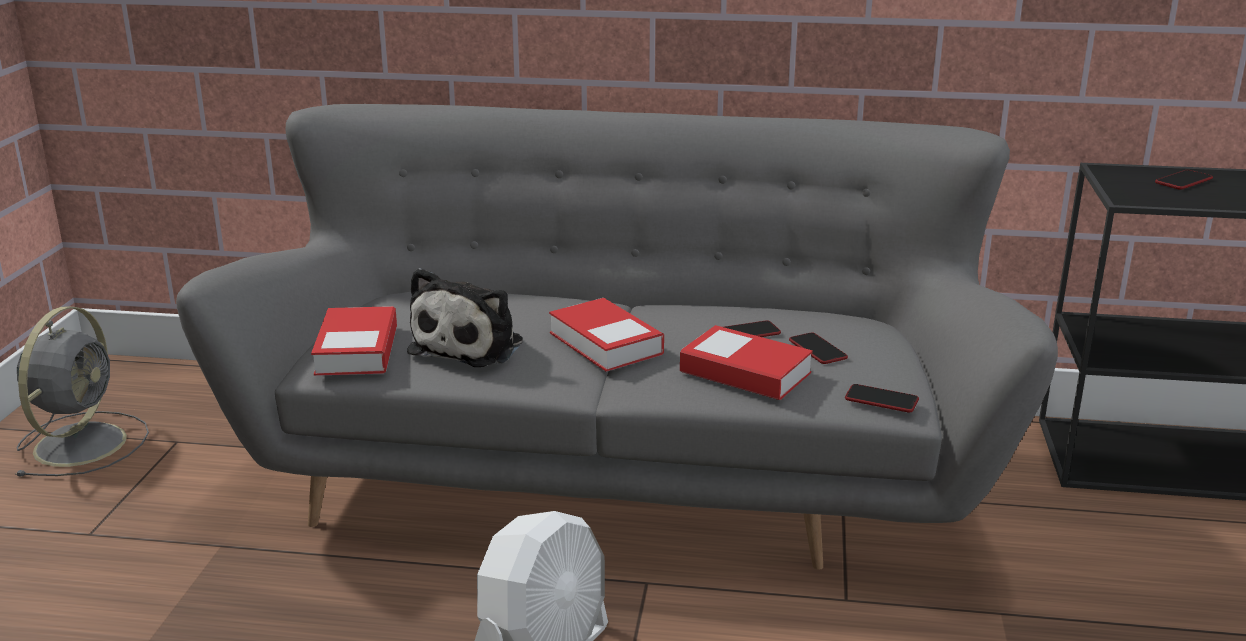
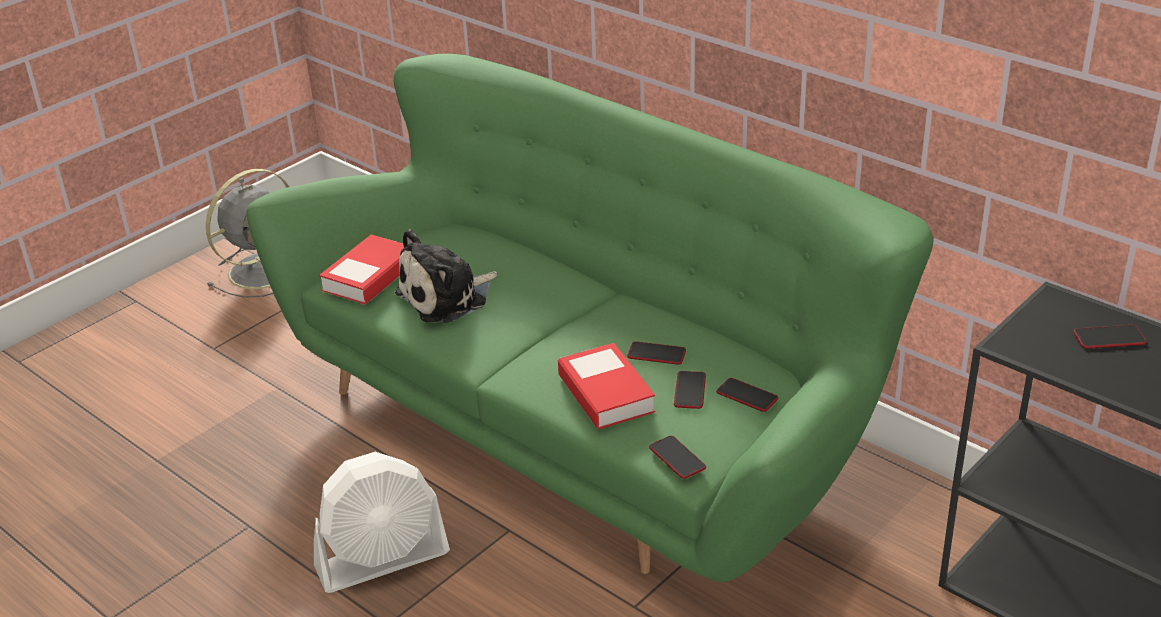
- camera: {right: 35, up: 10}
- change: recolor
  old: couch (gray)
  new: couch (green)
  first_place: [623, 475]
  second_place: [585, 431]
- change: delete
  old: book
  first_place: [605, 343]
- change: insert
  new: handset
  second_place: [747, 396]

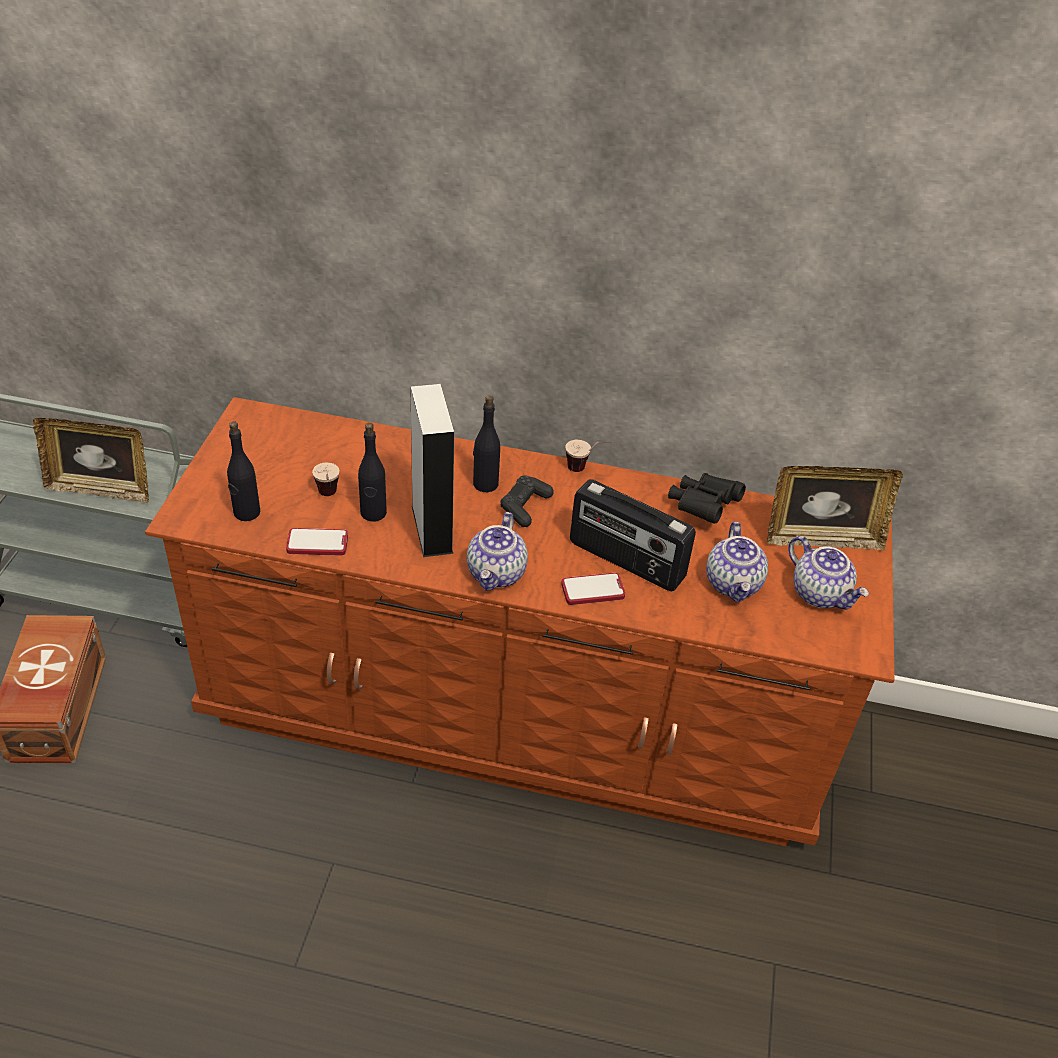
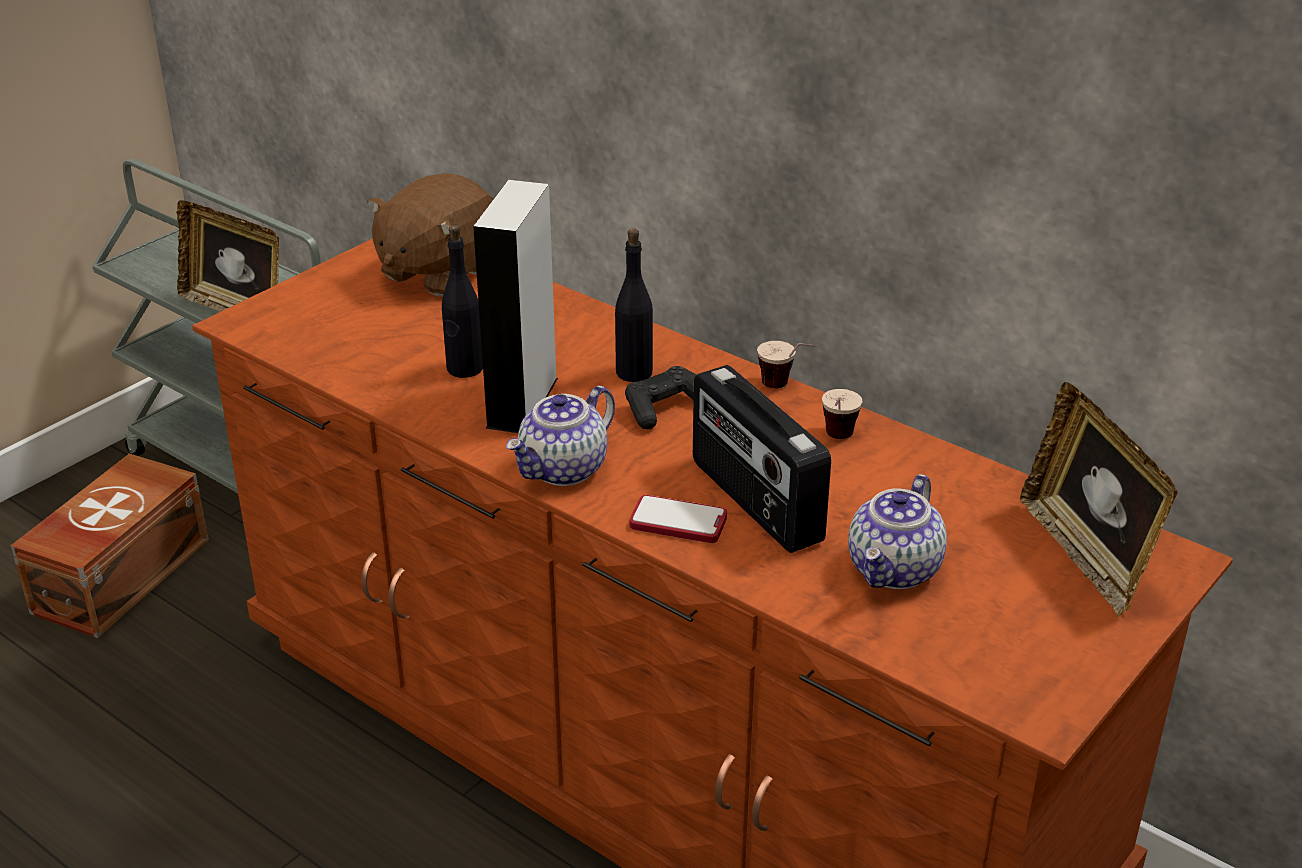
- camera: {right: 30, up: -10}
- change: delete
  old: bottle (black)
  first_place: [246, 512]
- change: move
  old: cup
  first_place: [328, 498]
  second_place: [837, 441]
- change: rotate
  old: standing frame
  first_place: [822, 539]
  second_place: [1086, 554]
  degrees: 45
- change: delete
  old: pair of binoculars (black)
  first_place: [703, 507]
- change: delete
  old: handset
  first_place: [317, 543]
- change: delete
  old: teapot
  first_place: [820, 593]
- change: insert
  new: cuddly toy (brown-coloured)
  second_place: [438, 272]

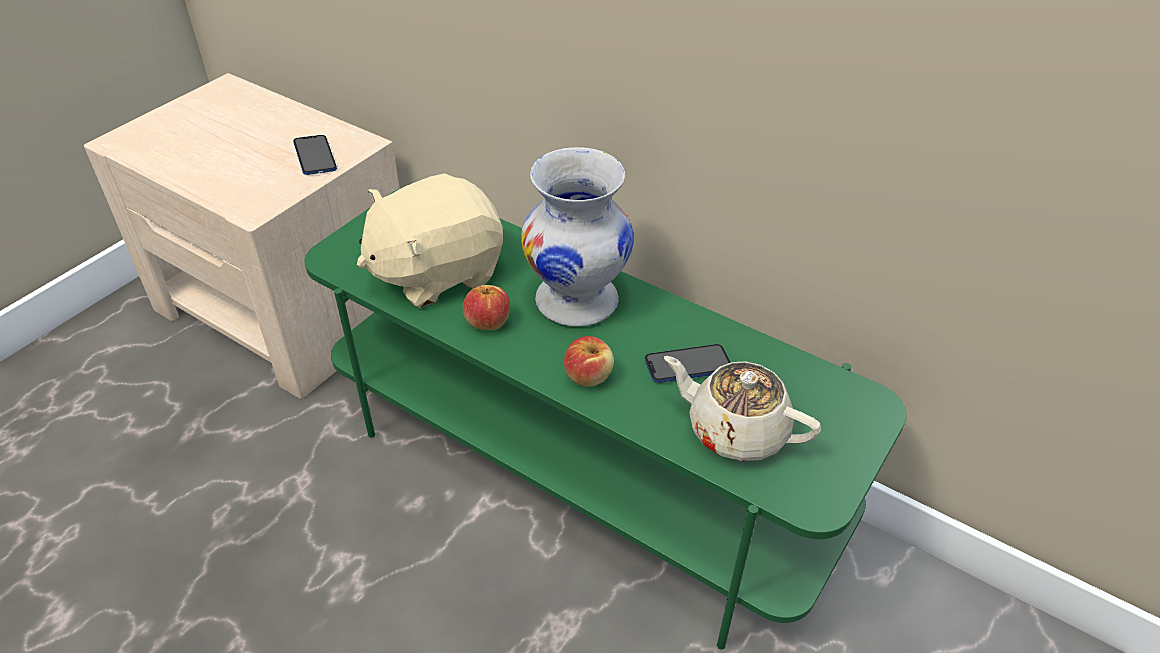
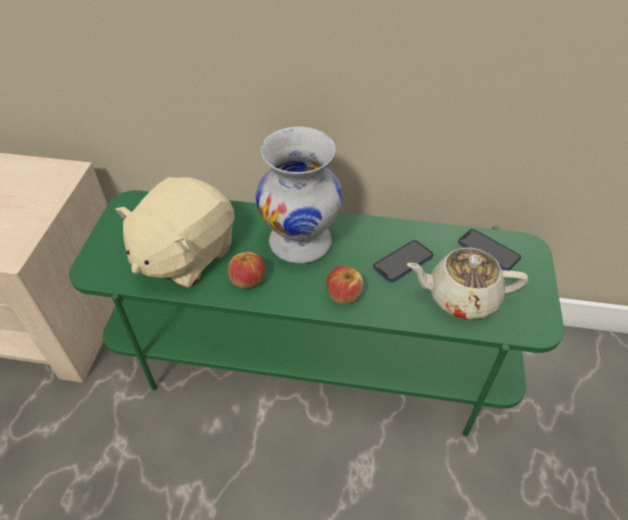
- camera: {right: -25, up: 5}
- change: move
  old: handset
  first_place: [315, 156]
  second_place: [488, 251]

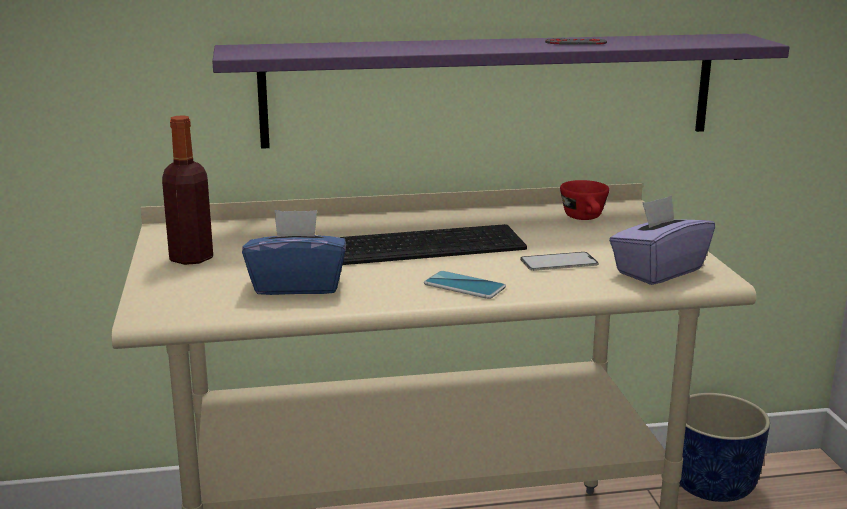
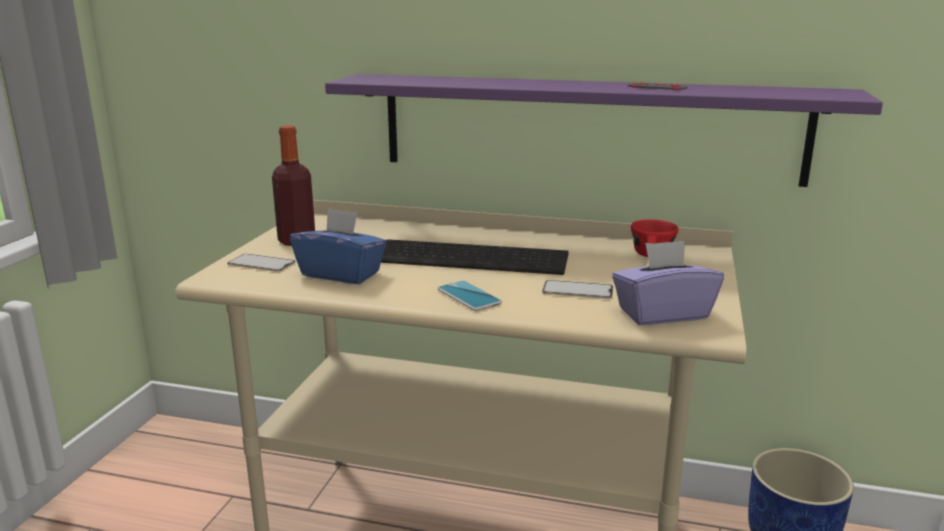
- camera: {right: 25, up: 0}
- change: insert
  new: handset
  second_place: [261, 263]

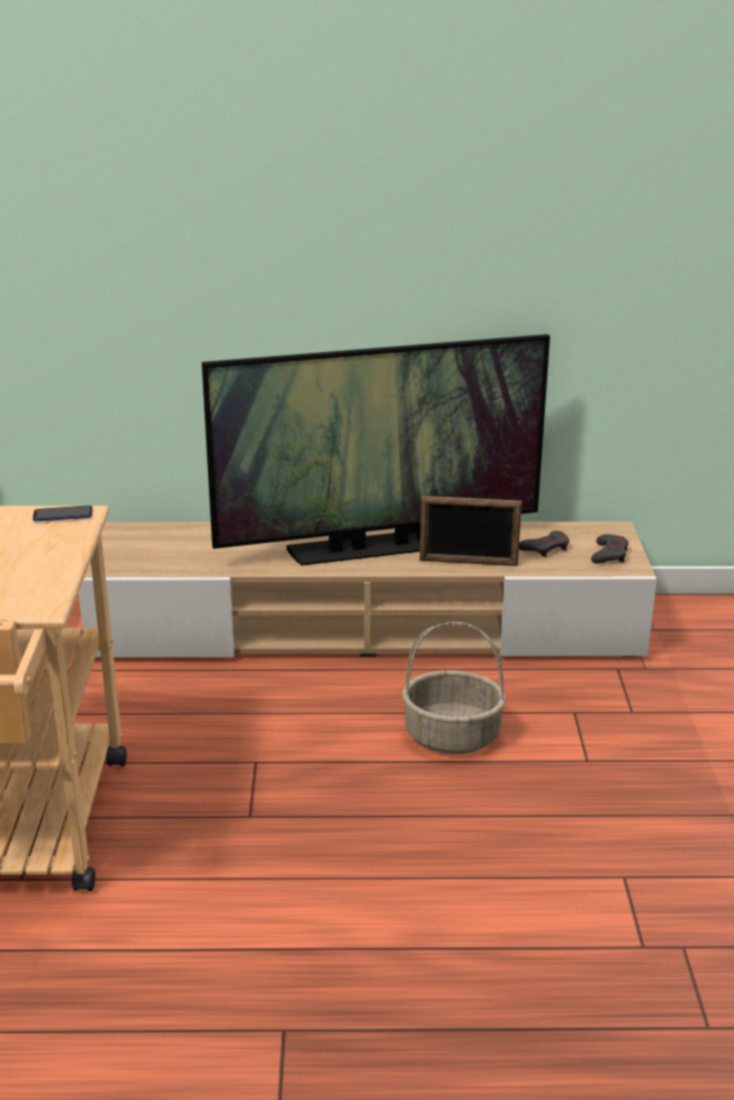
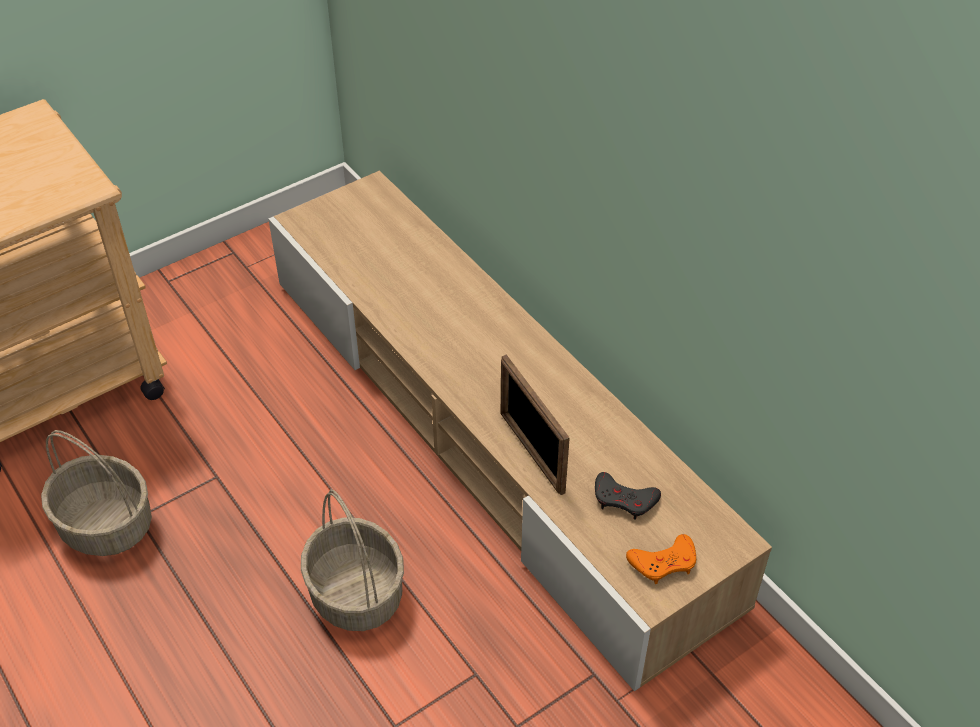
- camera: {right: 55, up: 20}
- change: delete
  old: TV
  first_place: [377, 548]
- change: delete
  old: handset
  first_place: [63, 515]
- change: recolor
  old: game controller (gray)
  new: game controller (orange)
  first_place: [609, 554]
  second_place: [664, 562]
- change: insert
  new: storage basket
  second_place: [107, 525]

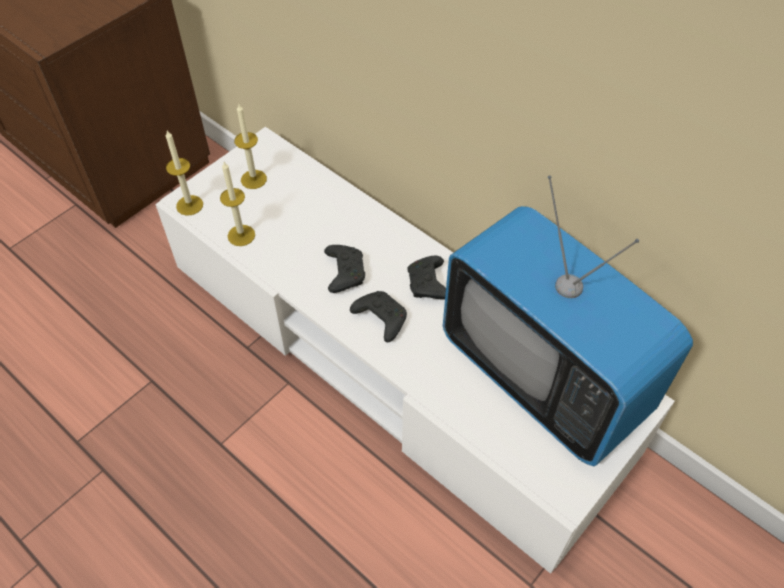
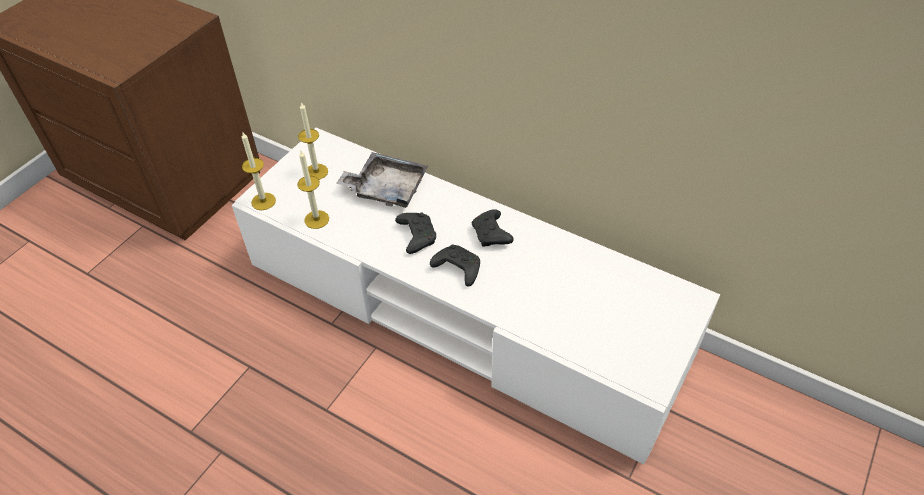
- camera: {right: -10, up: -5}
- change: delete
  old: TV
  first_place: [543, 376]
- change: insert
  new: serving tray (gray)
  second_place: [386, 188]

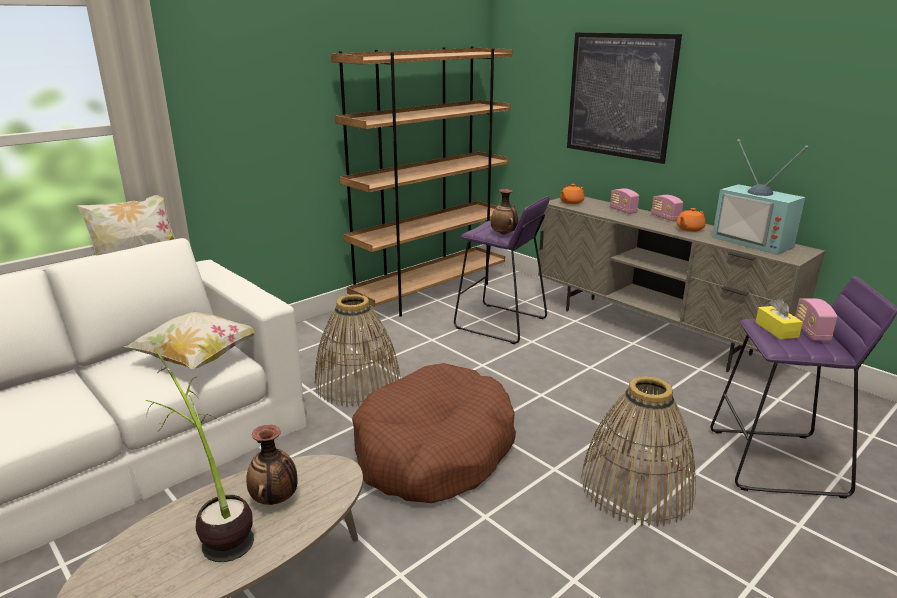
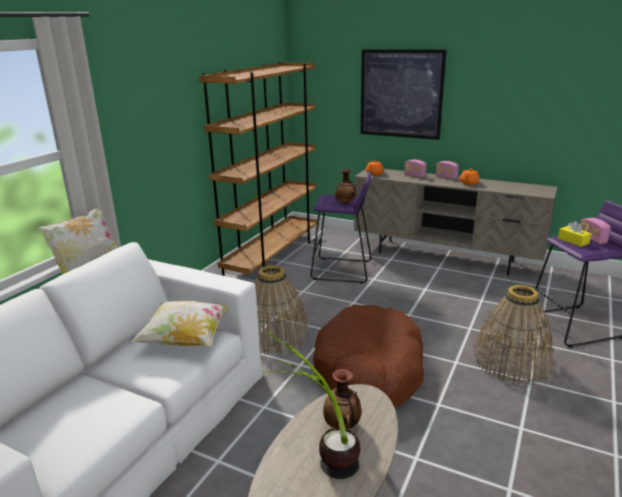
- camera: {right: -20, up: 0}
- change: delete
  old: TV
  first_place: [755, 241]

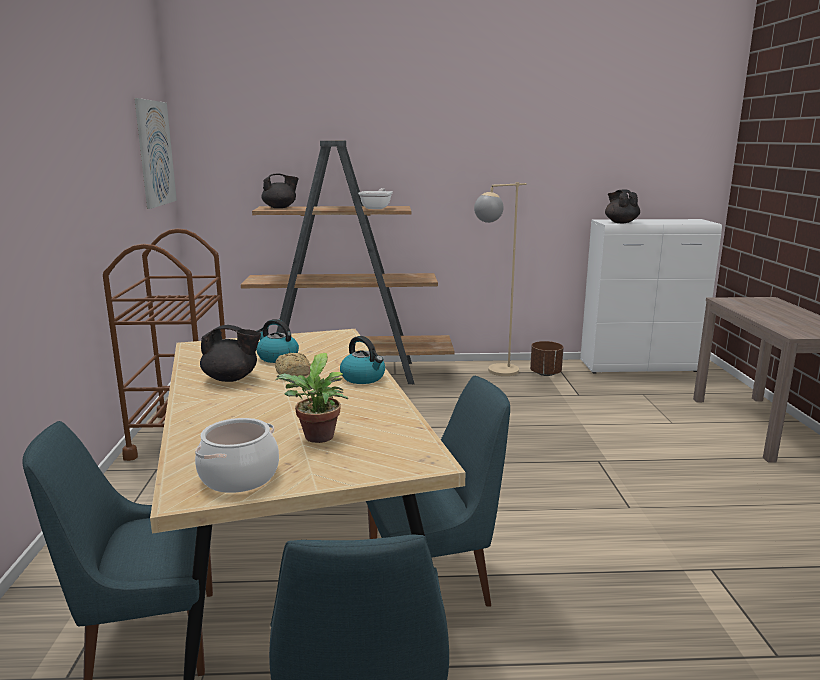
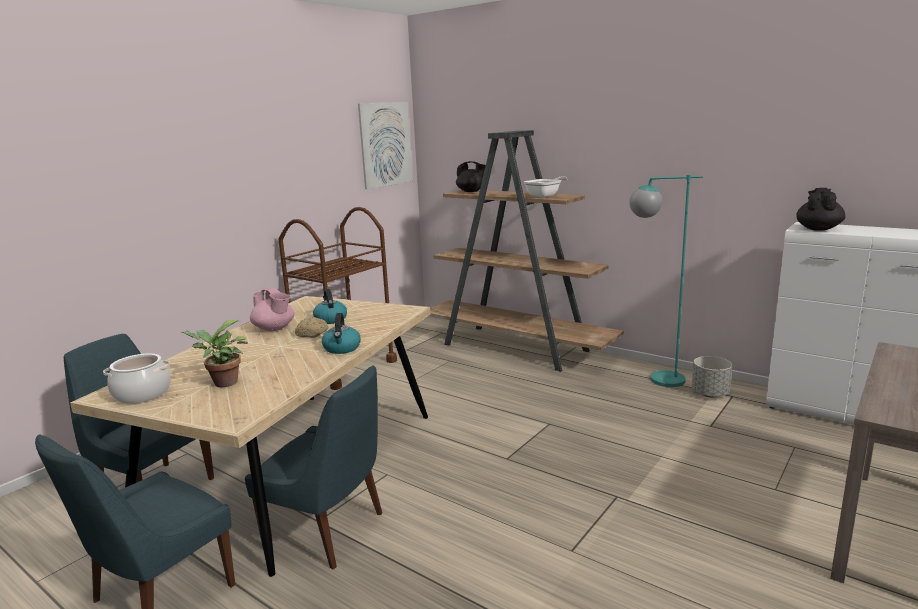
- camera: {right: 40, up: 0}
- change: recolor
  old: floor lamp (sand-coloured)
  new: floor lamp (turquoise-coloured)
  first_place: [495, 373]
  second_place: [655, 380]
- change: recolor
  old: teapot (black)
  new: teapot (pinkish)
  first_place: [231, 378]
  second_place: [274, 329]
- change: recolor
  old: planter (brown-coloured)
  new: planter (gray)
  first_place: [545, 373]
  second_place: [710, 394]

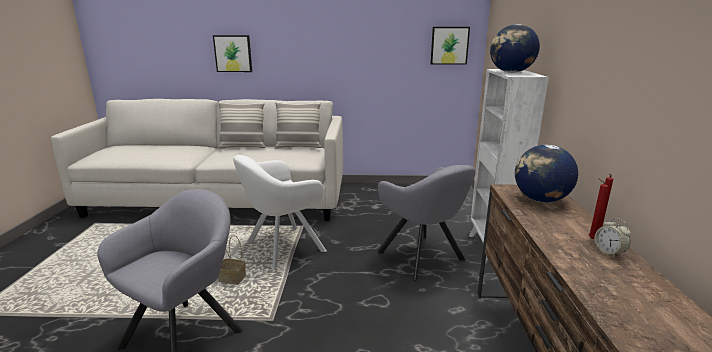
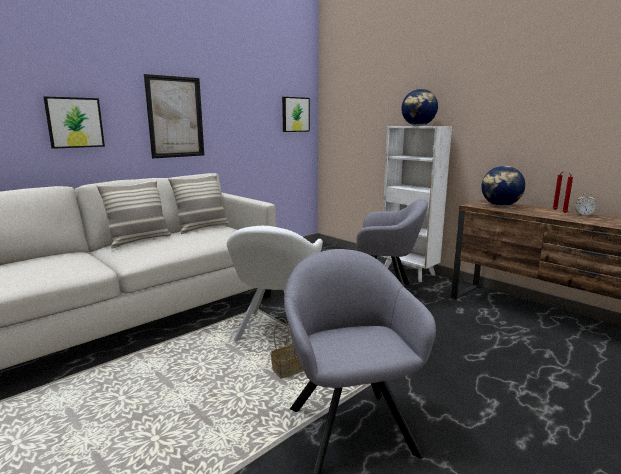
- camera: {right: -45, up: -5}
- change: insert
  new: picture
  second_place: [175, 117]

